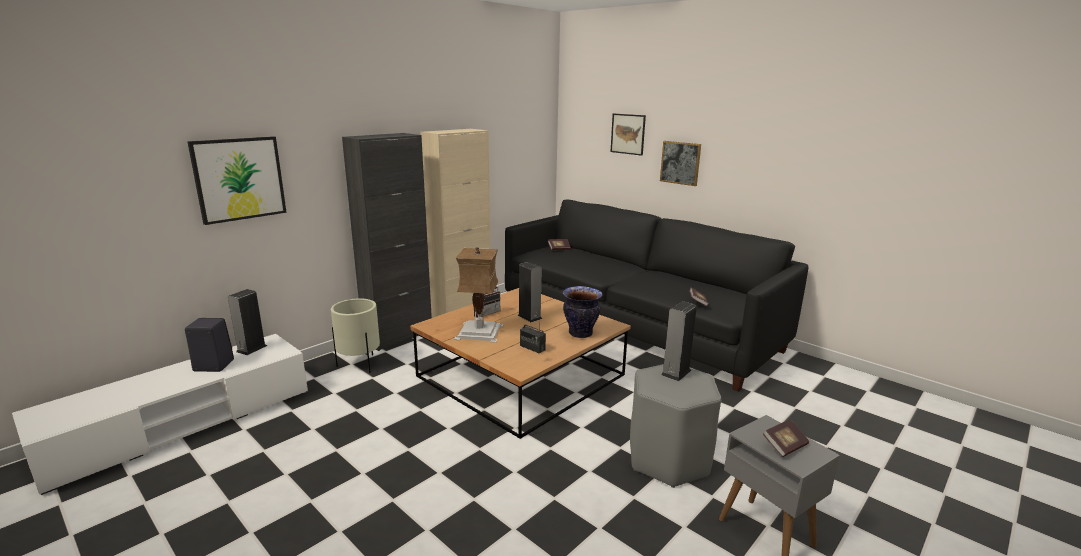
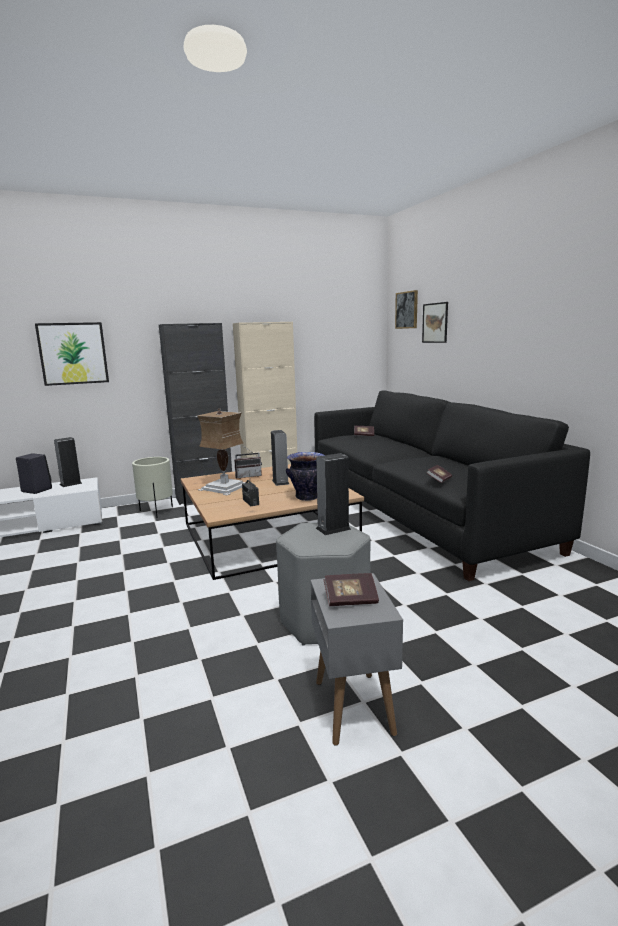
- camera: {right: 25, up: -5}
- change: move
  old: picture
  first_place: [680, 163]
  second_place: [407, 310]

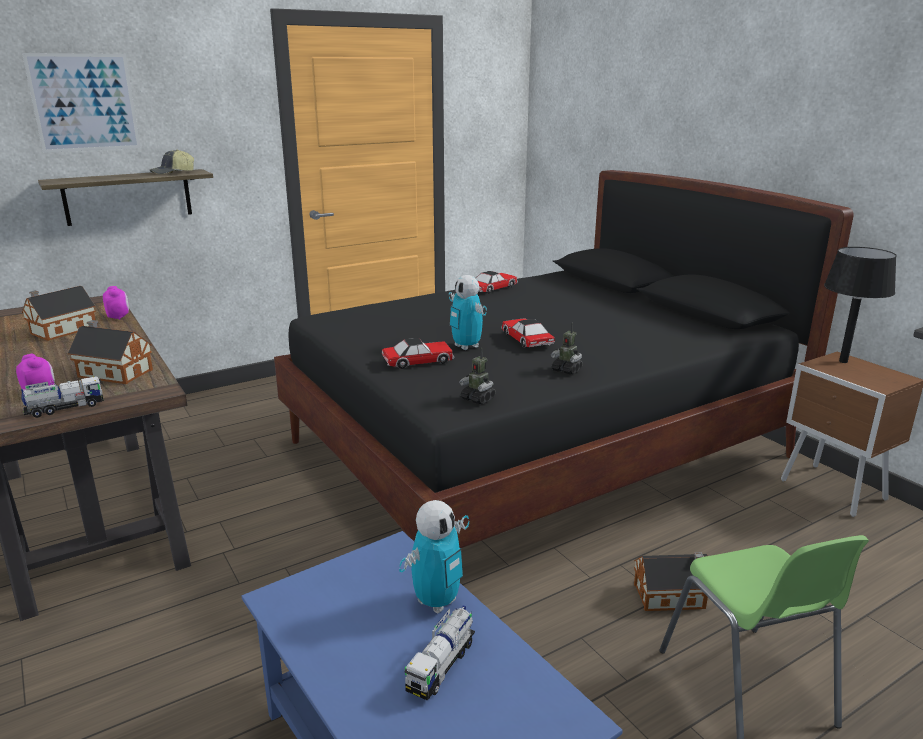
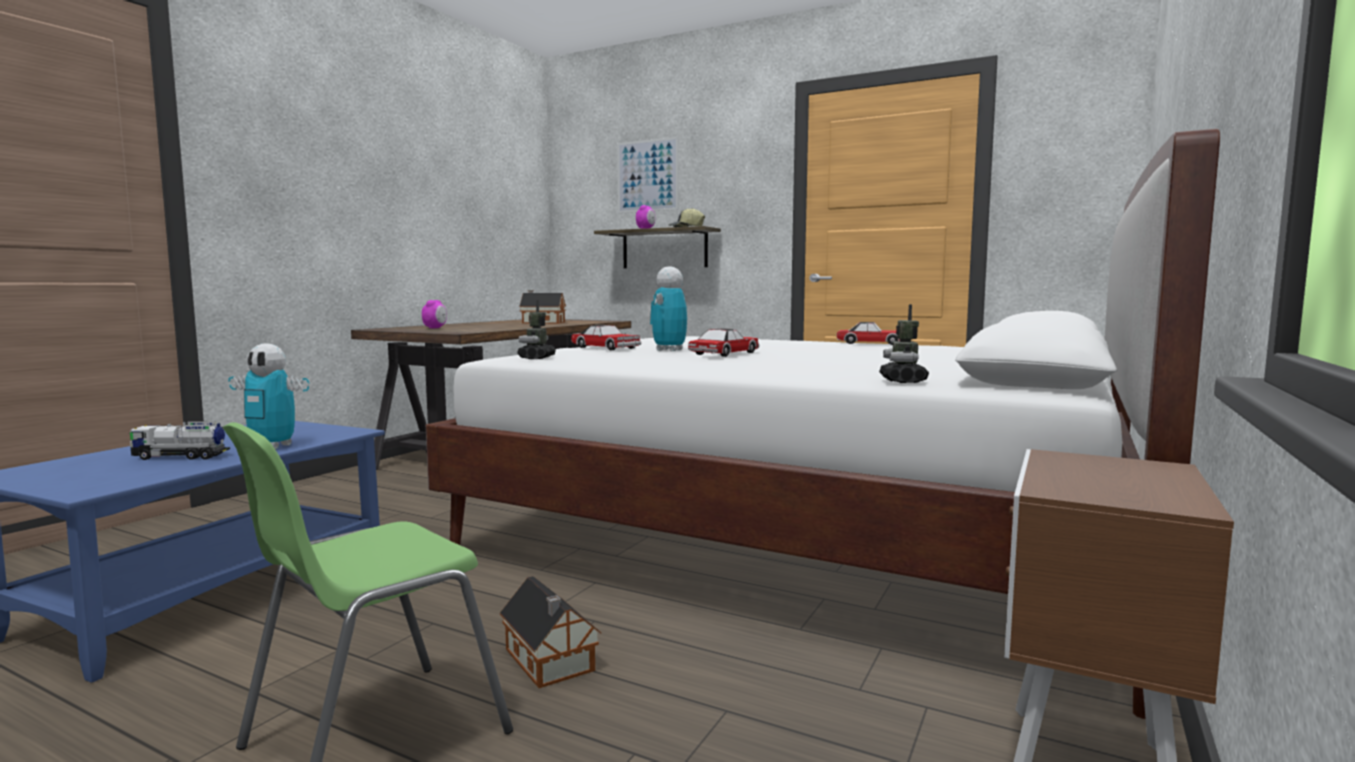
- camera: {right: 60, up: -15}
- change: recolor
  old: bed (black)
  new: bed (white)
  first_place: [538, 450]
  second_place: [800, 539]
- change: delete
  old: lamp for a table (black)
  first_place: [843, 361]
- change: move
  old: bedside clock
  first_place: [119, 317]
  second_place: [645, 229]
- change: delete
  old: model house
  first_place: [113, 372]
- change: move
  old: model robot
  first_place: [566, 370]
  second_place: [903, 381]
- change: delete
  old: toy lorry
  first_place: [65, 408]

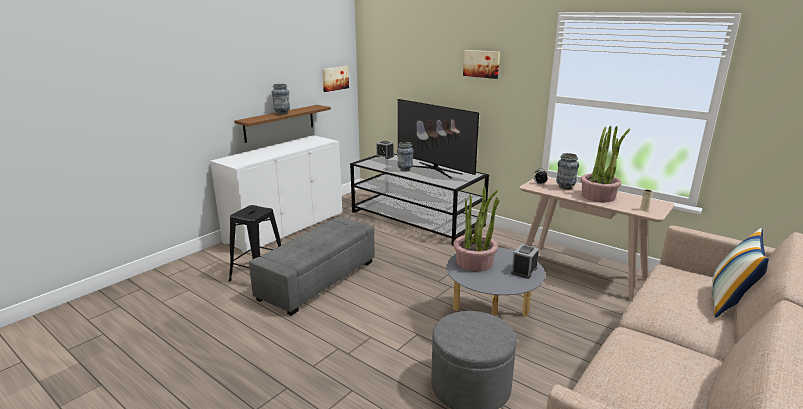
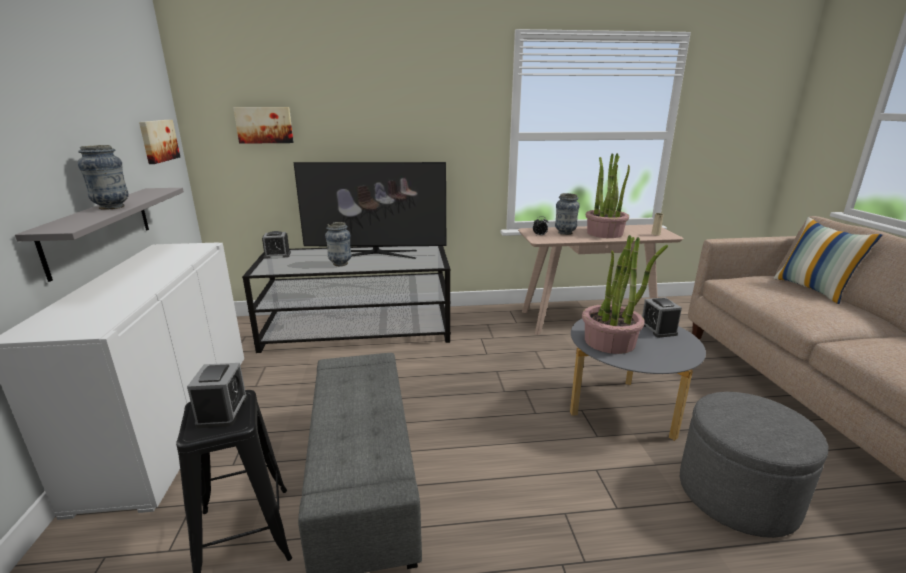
- camera: {right: -45, up: 0}
- change: move
  old: picture
  first_place: [481, 64]
  second_place: [264, 125]
- change: recolor
  old: shelf (brown-coloured)
  new: shelf (gray)
  first_place: [279, 123]
  second_place: [99, 229]
- change: insert
  new: bedside clock
  second_place: [222, 411]

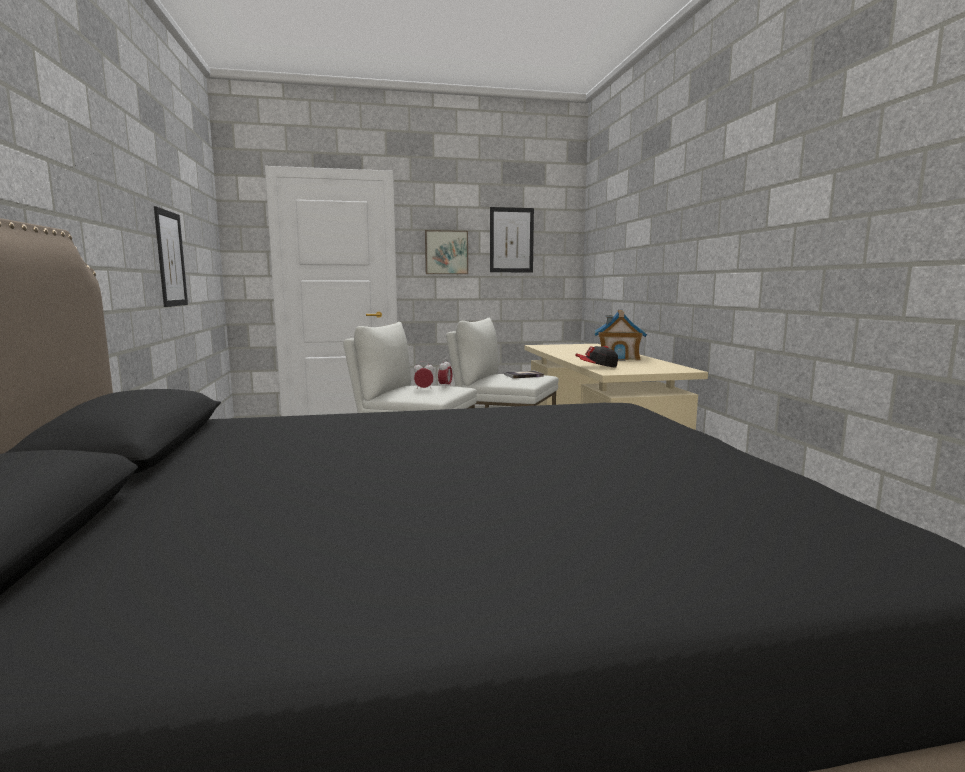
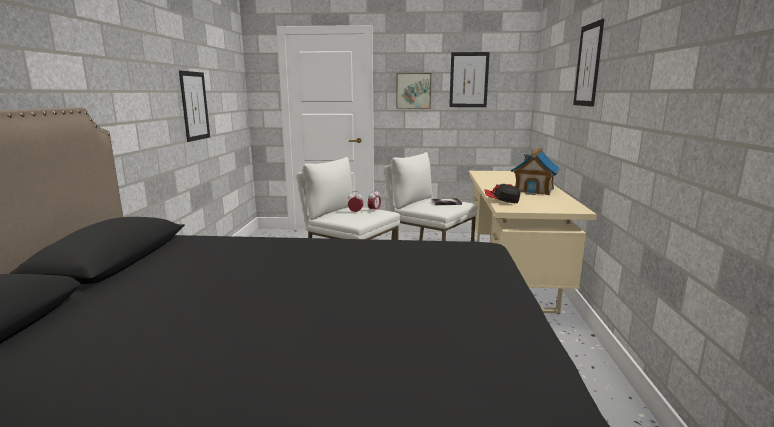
- camera: {right: 15, up: 5}
- change: insert
  new: picture
  second_place: [588, 65]

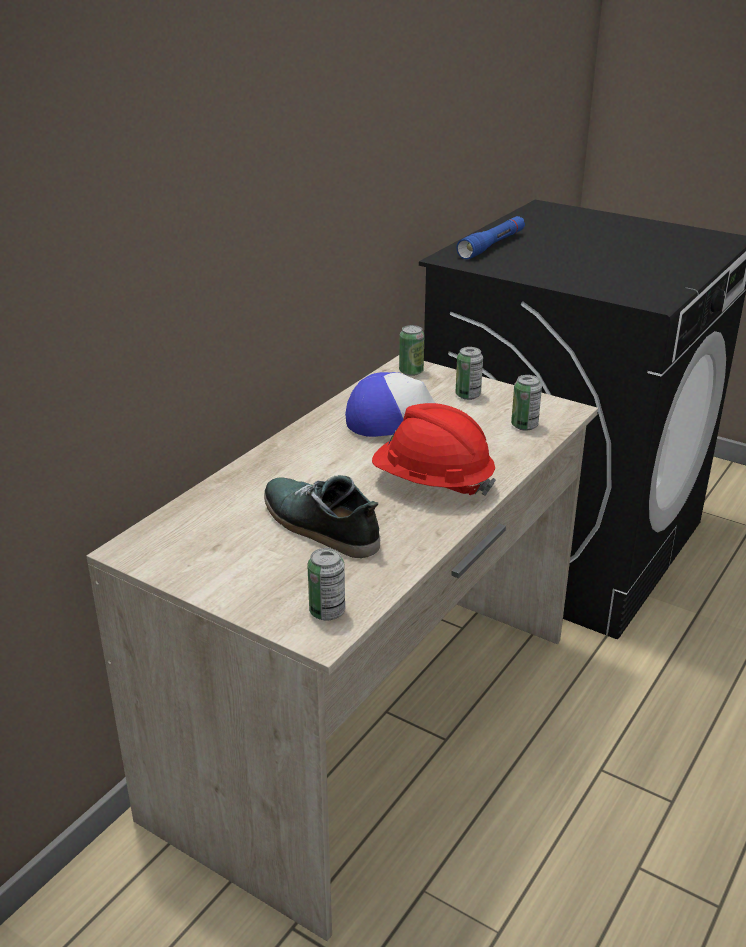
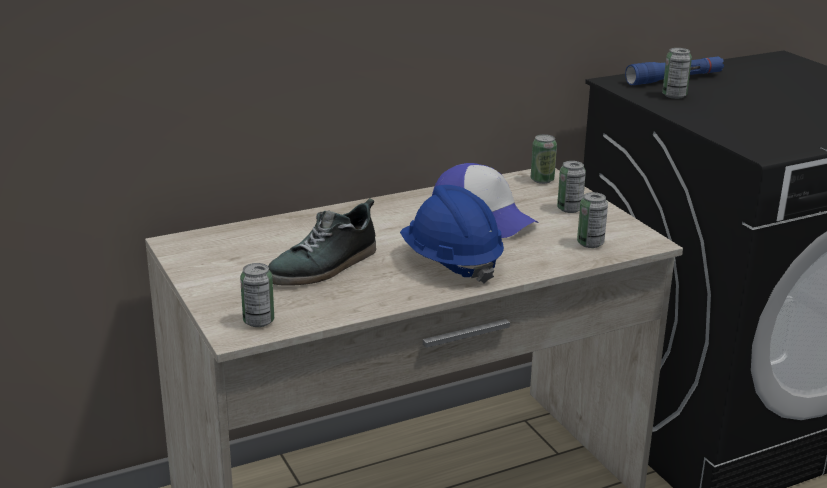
- camera: {right: 30, up: -5}
- change: recolor
  old: work helmet (red-coloured)
  new: work helmet (blue-coloured)
  first_place: [432, 483]
  second_place: [451, 263]
- change: rotate
  old: item of footwear
  first_place: [319, 525]
  second_place: [324, 266]
  degrees: -120
- change: insert
  new: metal can
  second_place: [674, 95]

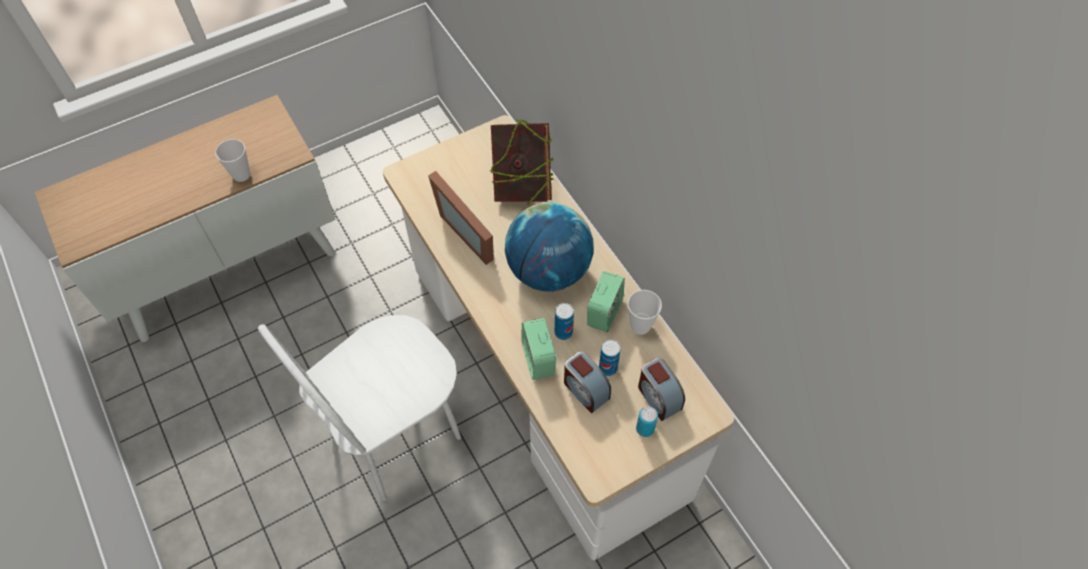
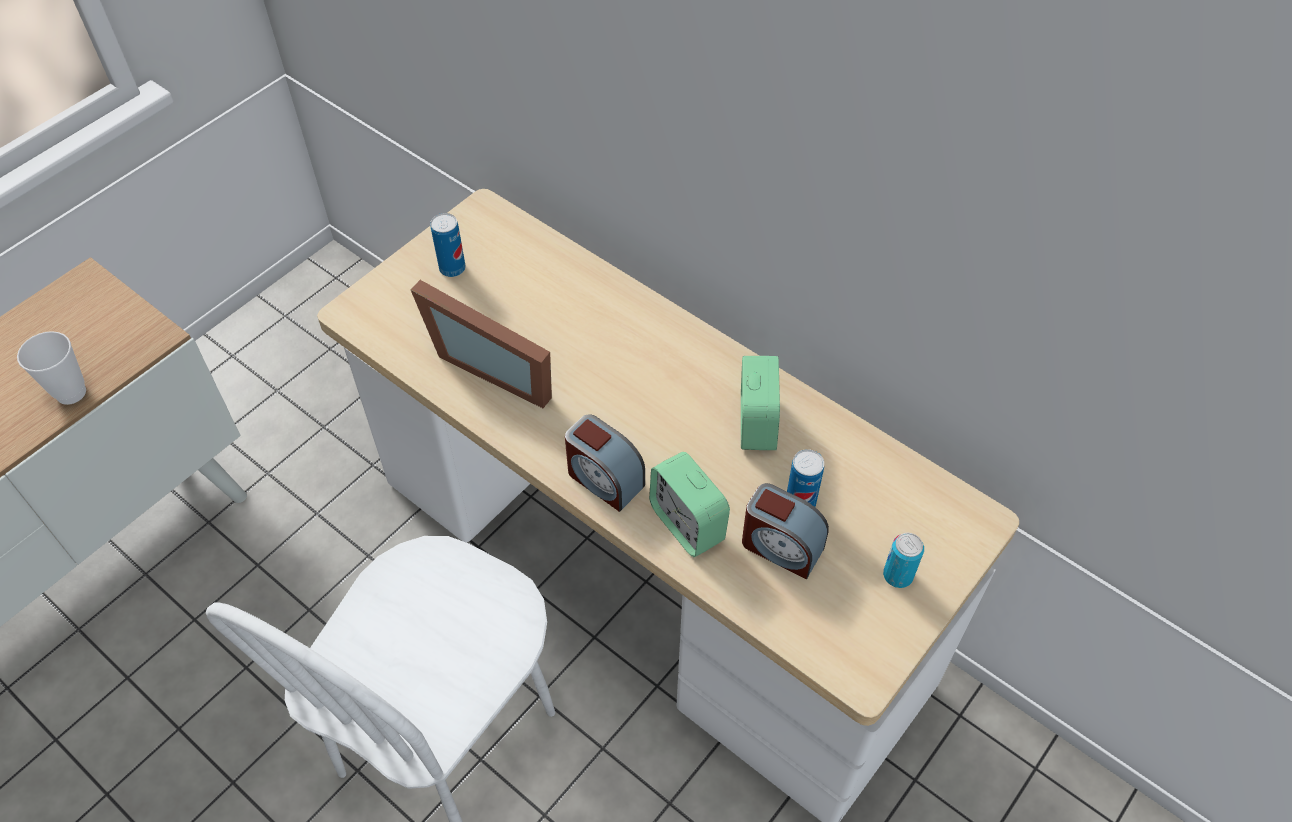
- camera: {right: -20, up: -5}
- change: delete
  old: book
  first_place: [522, 186]
- change: delete
  old: globe
  first_place: [549, 270]
- change: delete
  old: cup
  first_place: [640, 326]
- change: move
  old: metal can
  first_place: [563, 332]
  second_place: [452, 268]
- change: move
  old: bedside clock
  first_place: [658, 397]
  second_place: [604, 479]

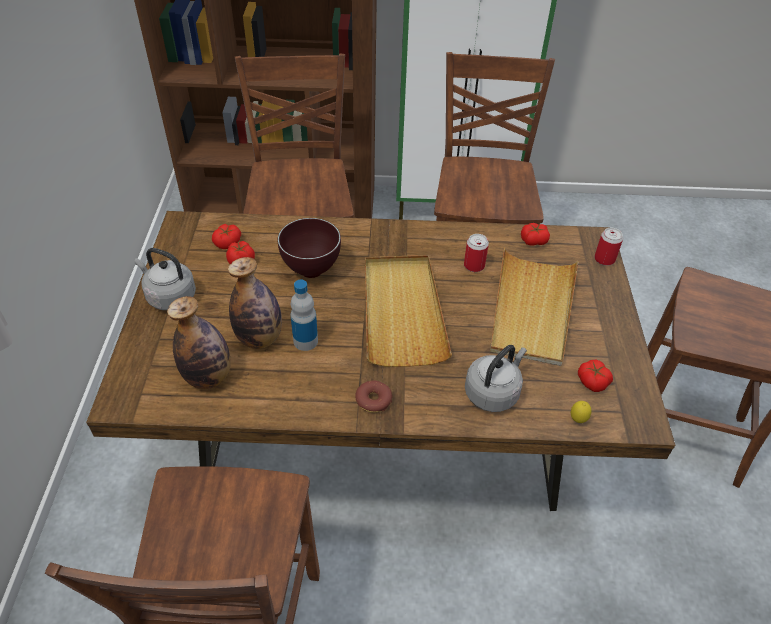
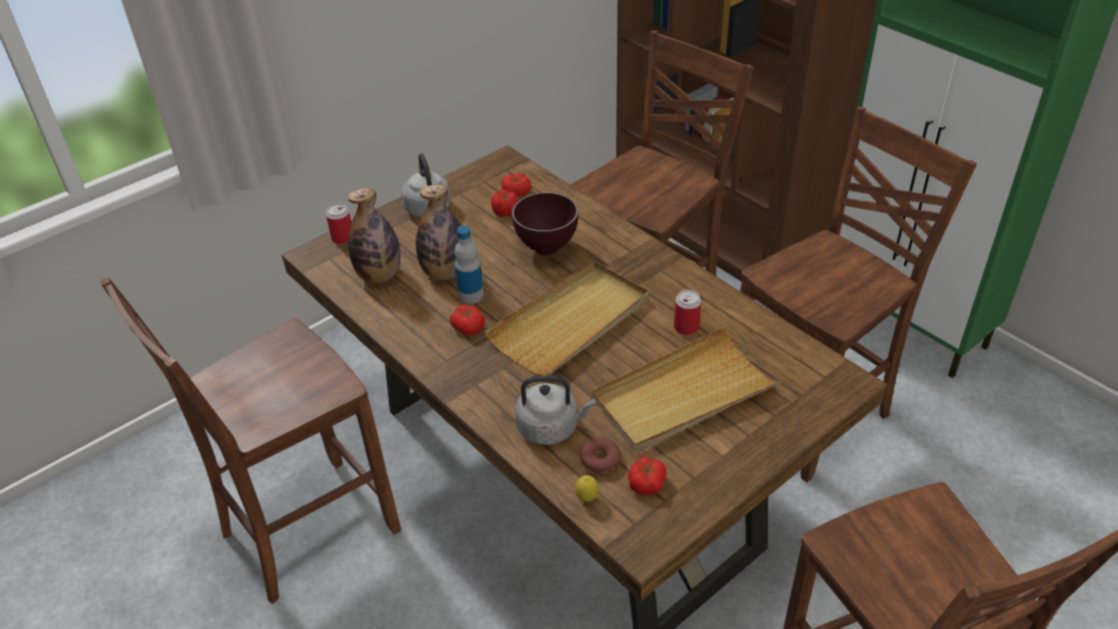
- camera: {right: 50, up: -5}
- change: move
  old: whole tomato
  first_place: [533, 240]
  second_place: [468, 327]
- change: move
  old: metal can
  first_place: [604, 259]
  second_place: [343, 238]
- change: move
  old: doughnut
  first_place: [373, 400]
  second_place: [600, 460]

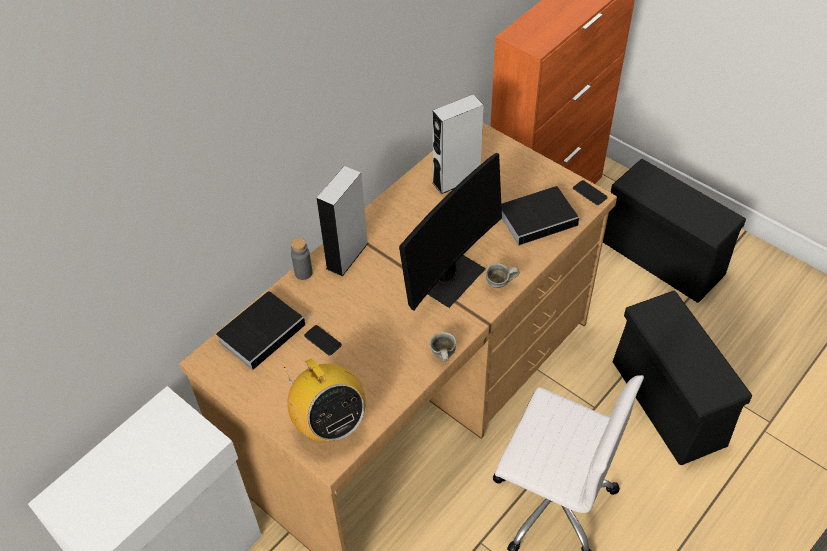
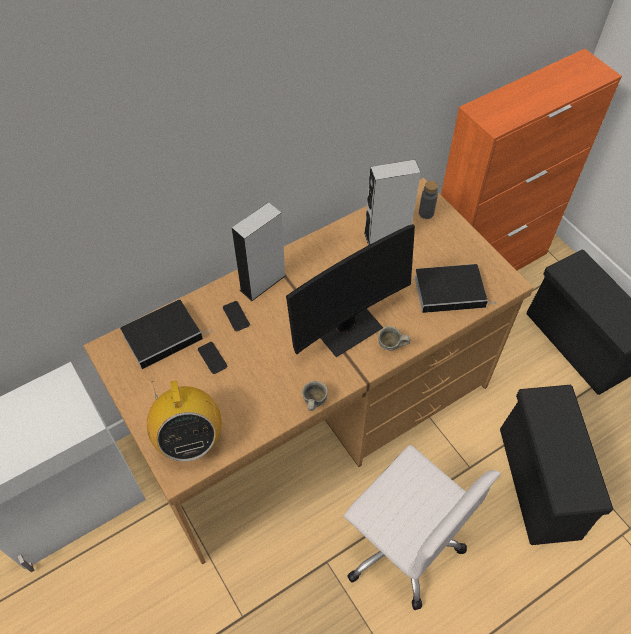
- camera: {right: 15, up: 5}
- change: move
  old: handset
  first_place: [590, 193]
  second_place: [236, 316]
- change: move
  old: bottle (gray)
  first_place: [303, 273]
  second_place: [426, 213]

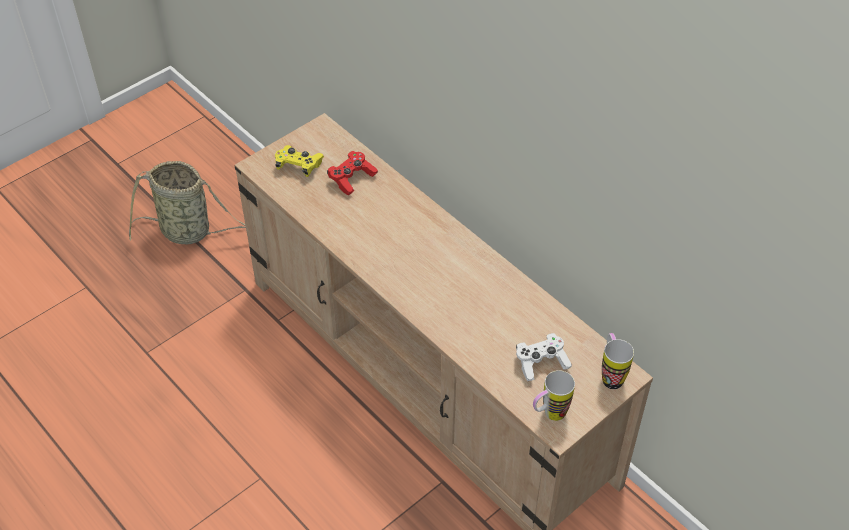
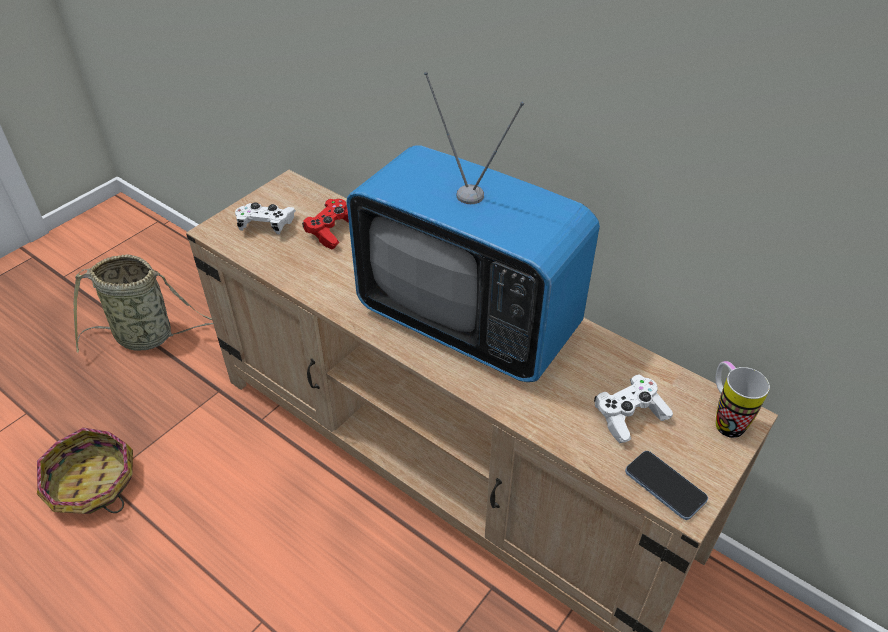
- camera: {right: -10, up: -5}
- change: recolor
  old: game controller (yellow-coloured)
  new: game controller (white)
  first_place: [299, 166]
  second_place: [266, 225]
- change: replace
  old: tea mug
  new: handset
  first_place: [549, 415]
  second_place: [665, 486]
- change: insert
  new: TV
  second_place: [468, 322]
- change: insert
  new: storage basket
  second_place: [92, 484]

